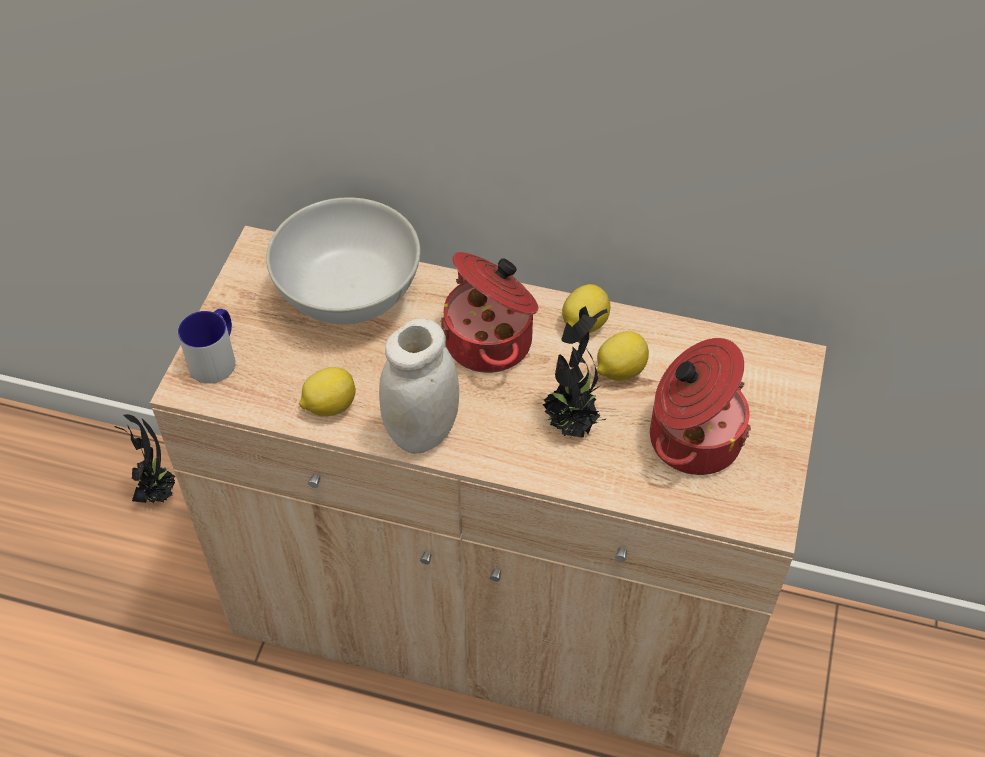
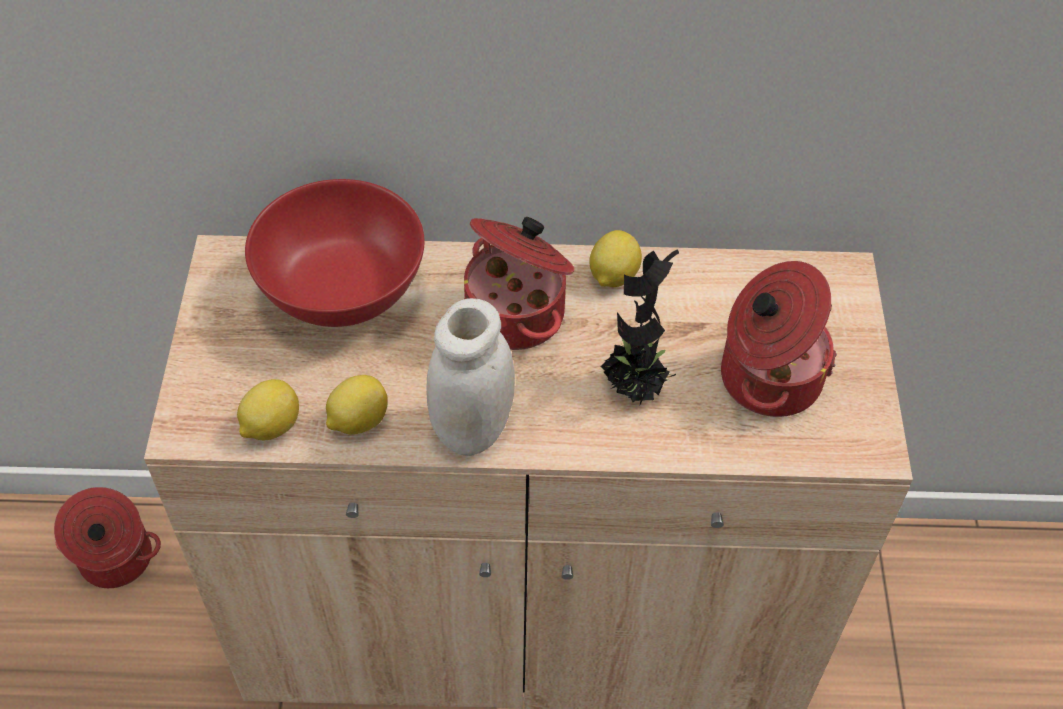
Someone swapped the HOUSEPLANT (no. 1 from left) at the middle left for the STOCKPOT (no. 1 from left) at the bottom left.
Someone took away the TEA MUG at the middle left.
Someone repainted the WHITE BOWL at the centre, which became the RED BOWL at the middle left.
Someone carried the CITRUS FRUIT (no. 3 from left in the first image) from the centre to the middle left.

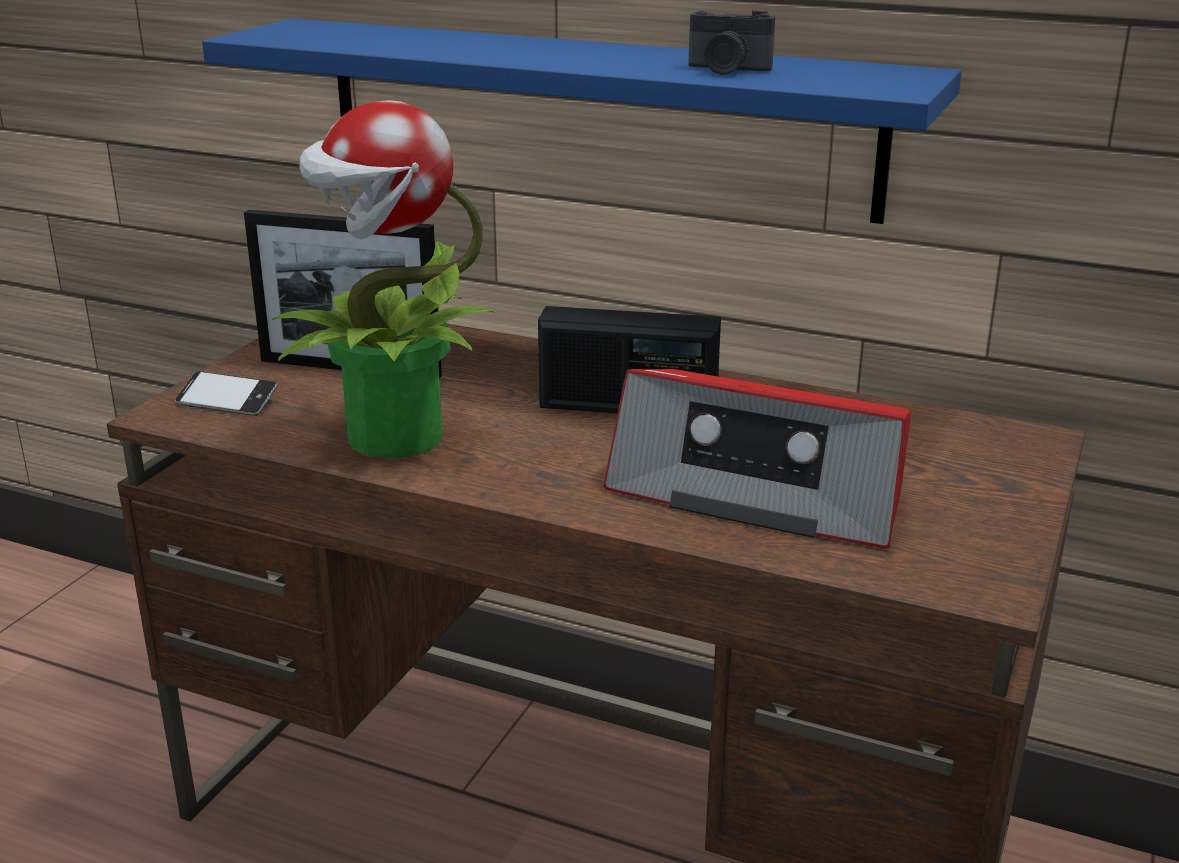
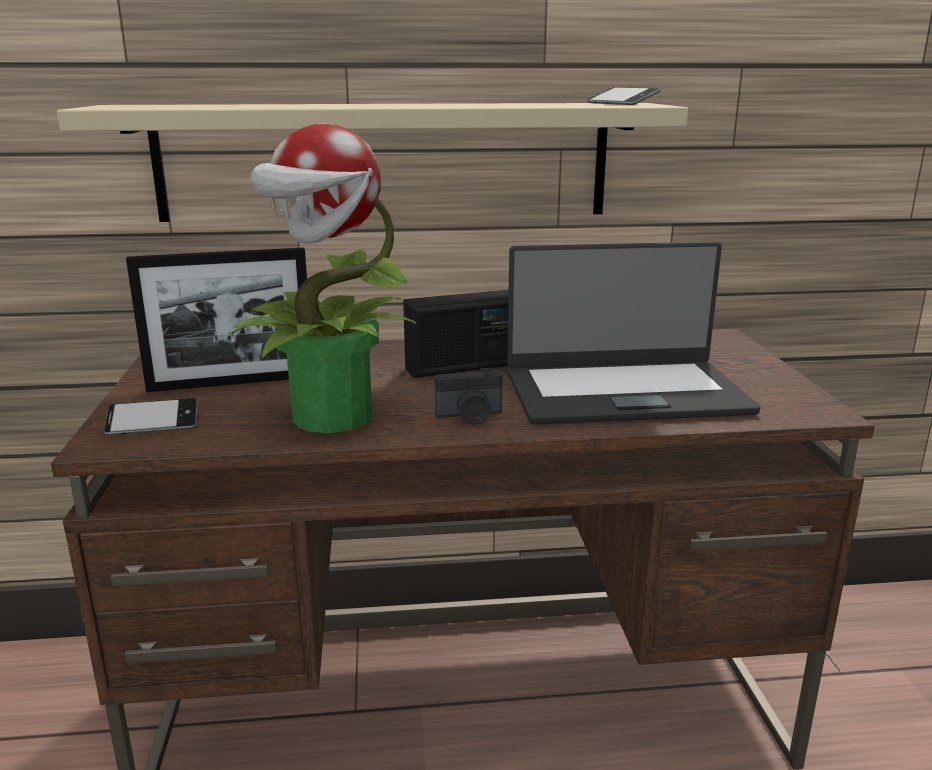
Someone repainted the BLUE-COLOURED BRACKET SHELF at the top centre, which became the SAND-COLOURED BRACKET SHELF at the top centre.
Someone swapped the RADIO SET (no. 2 from left) at the centre for the NOTEBOOK COMPUTER at the middle right.
Someone carried the PHOTO CAMERA from the top centre to the centre.
Someone put down the TELEPHONE (no. 2 from left) at the top right.

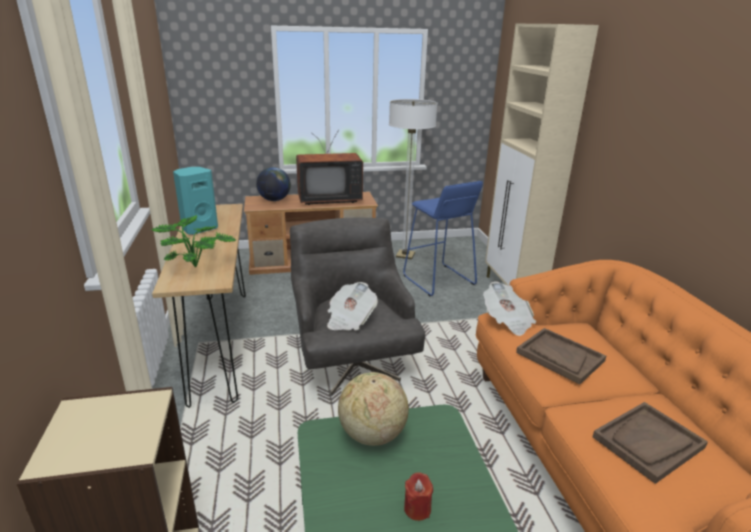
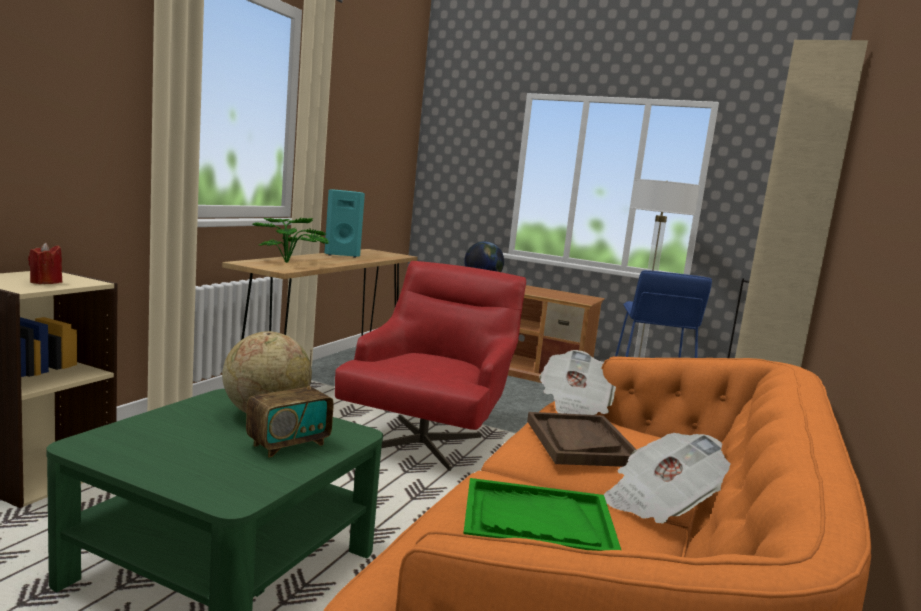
Someone repainted the GREYISH ARMCHAIR at the centre, which became the RED ARMCHAIR at the centre.
Someone took away the TV SET at the top centre.
Someone carried the NEWSPAPER (no. 1 from left in the first image) from the centre to the bottom right.
Someone carried the RED WAX CANDLE from the bottom centre to the middle left.
Someone repainted the BROWNISH CARRYING TRAY (no. 2 from left) at the bottom right, which became the GREENISH CARRYING TRAY at the bottom centre.
Someone put down the RADIO SET at the middle left.

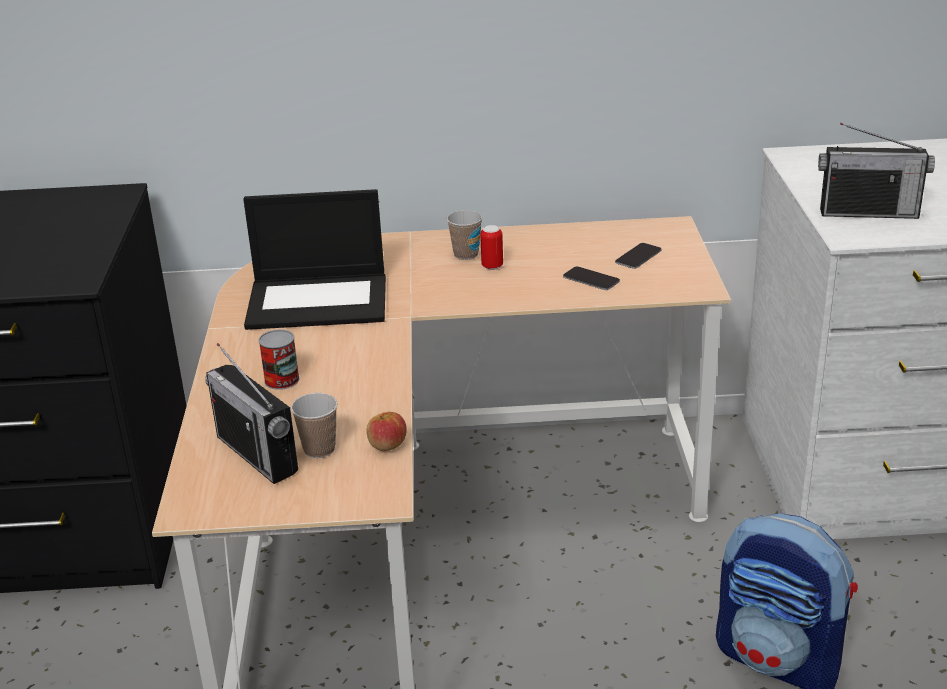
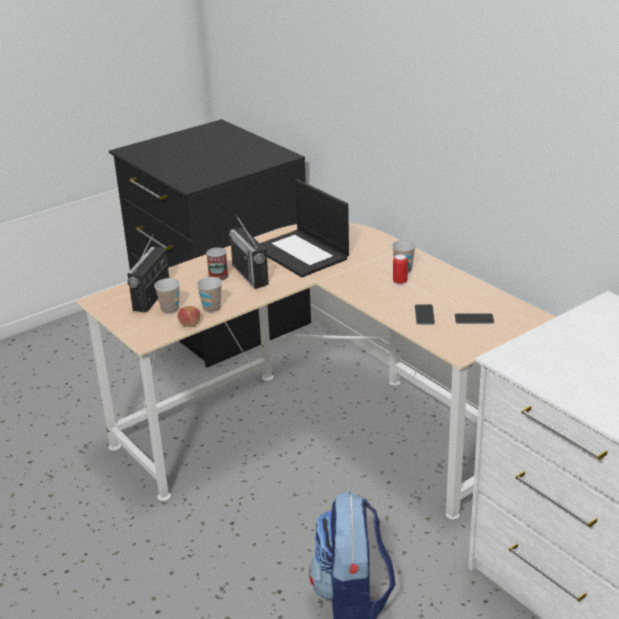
Someone carried the RADIO SET (no. 2 from left) from the top right to the centre.
Someone put down the CUP (no. 2 from left) at the centre.

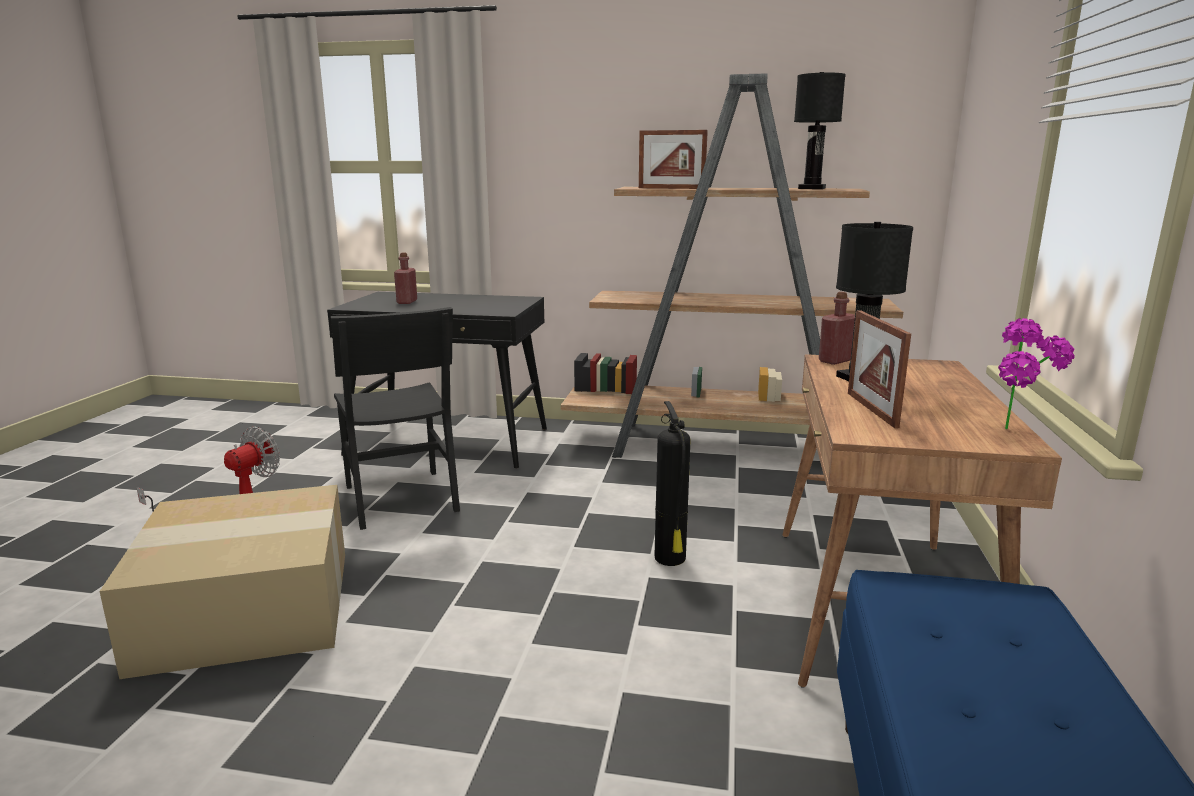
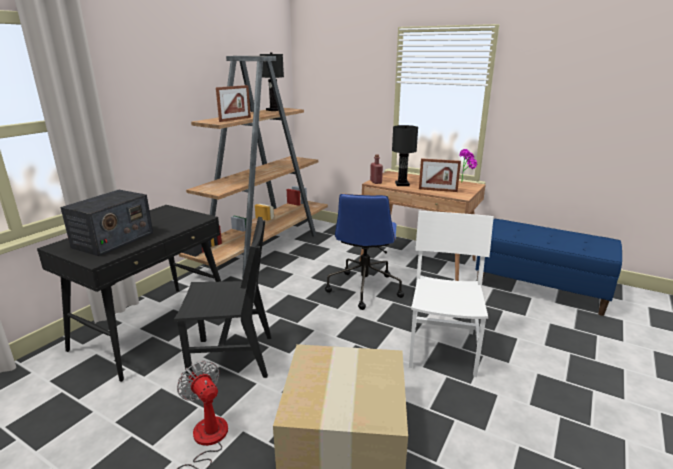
Someone swapped the RED BEVERAGE BOTTLE (no. 1 from left) at the centre for the RADIO SET at the middle left.
Someone swapped the FIRE-FIGHTING CYLINDER at the centre for the BLUE-COLOURED DESK CHAIR at the centre.
Someone put down the WHITE CHAIR at the middle right.

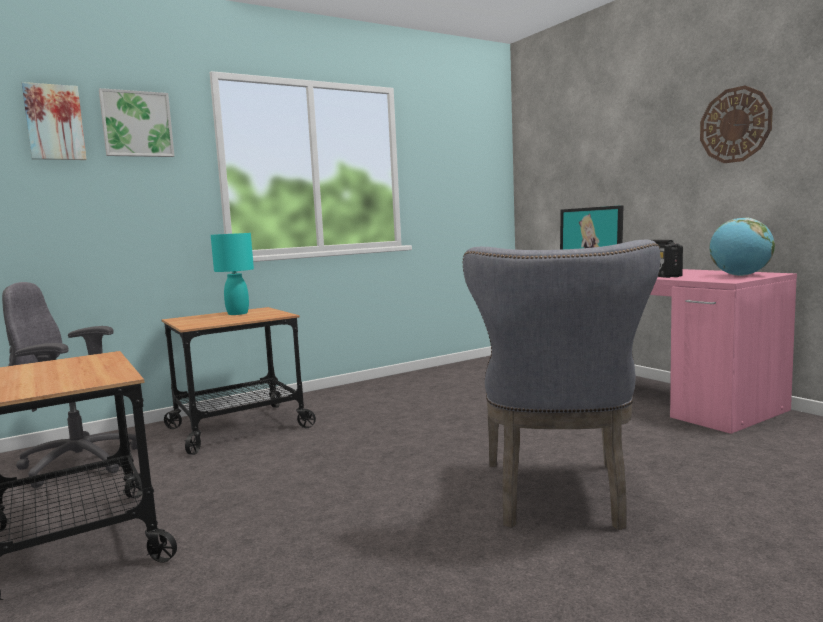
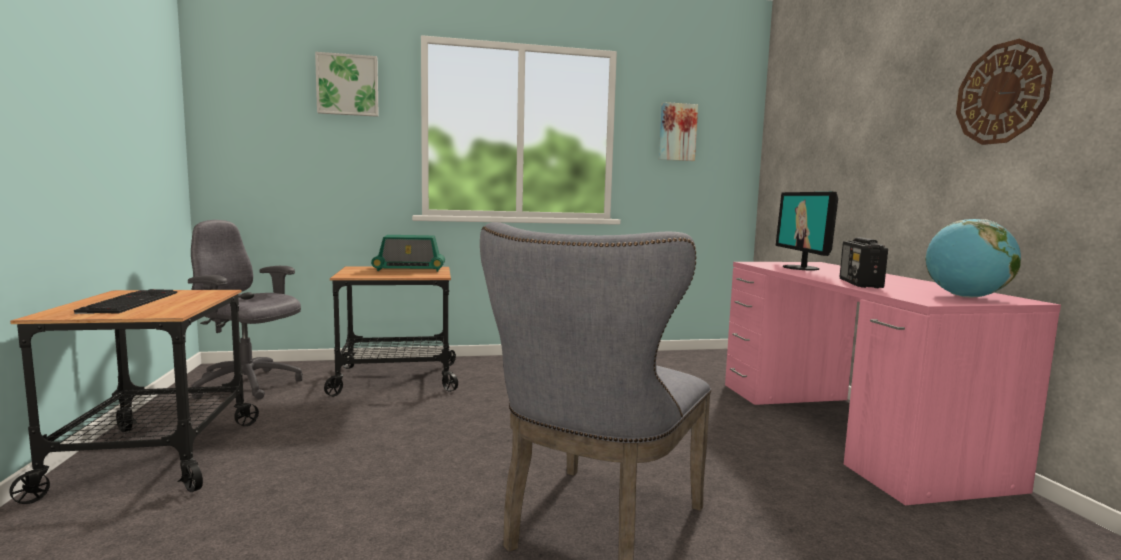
Someone carried the WALL PICTURE (no. 1 from left in the first image) from the top left to the top centre.
Someone swapped the BLUE-GREEN LAMP FOR A TABLE at the middle left for the RADIO SET (no. 1 from left) at the centre.
Someone put down the KEYBOARD at the middle left.

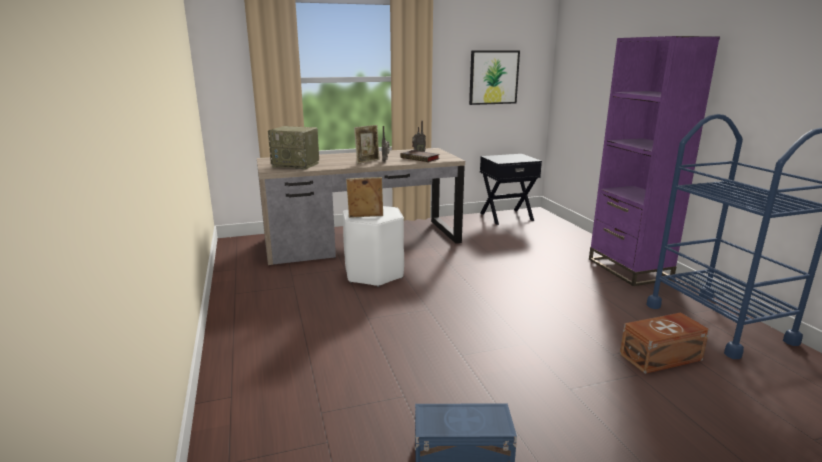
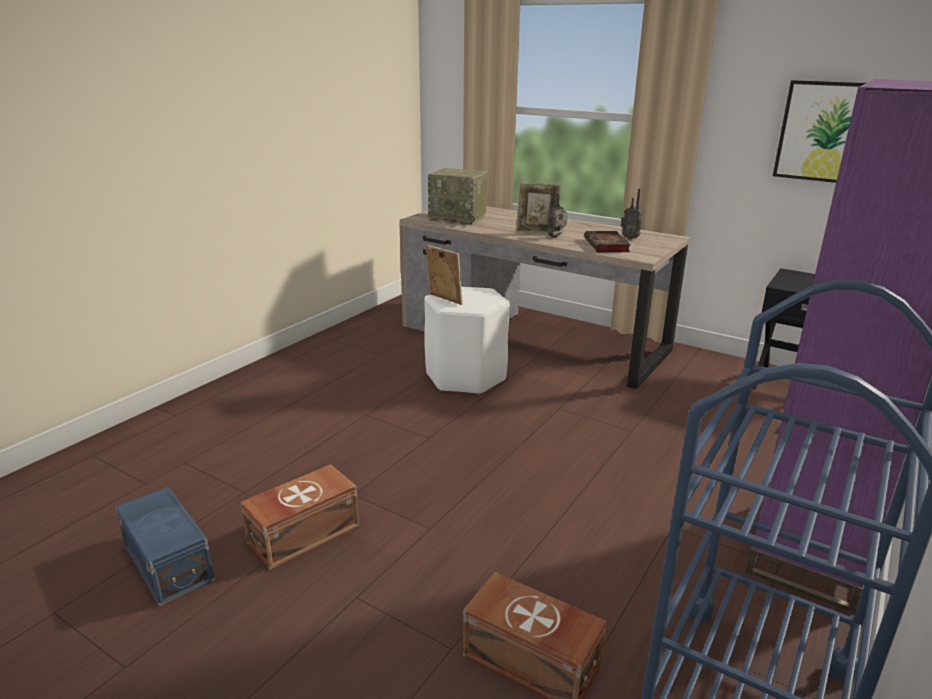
Someone rotated the RADIO SET (no. 1 from left) at the top centre by 45 degrees counterclockwise.
Someone put down the BROWNISH STORAGE BOX (no. 1 from left) at the bottom left.

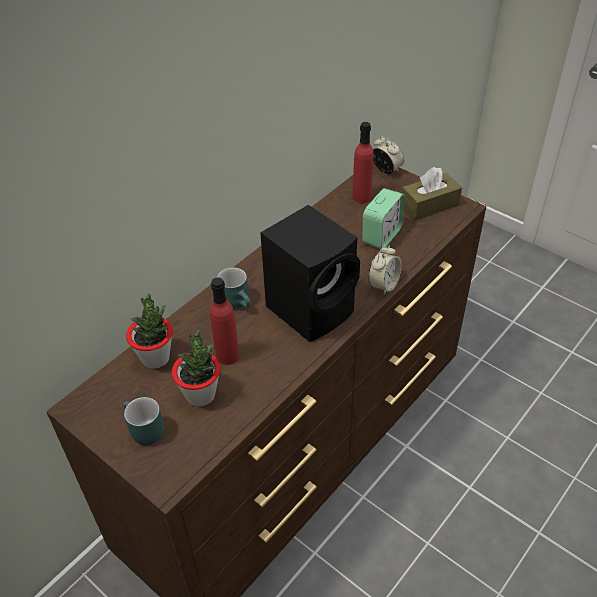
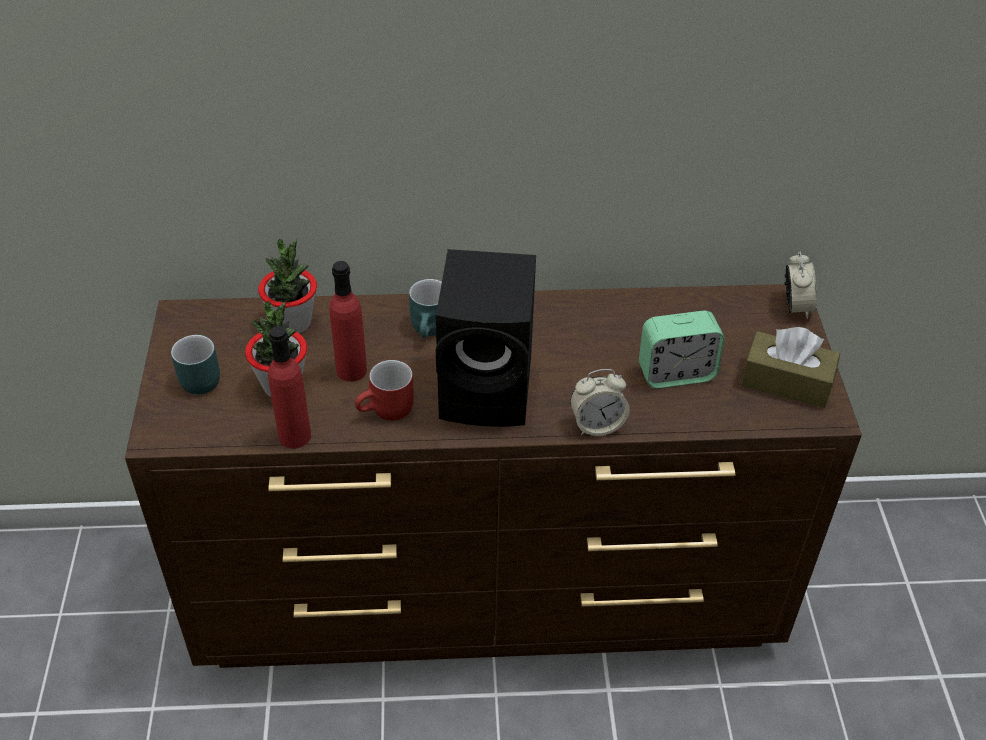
Someone carried the RED BEVERAGE BOTTLE (no. 2 from left in the first image) from the top centre to the middle left.
Someone put down the RED TEA MUG at the centre.

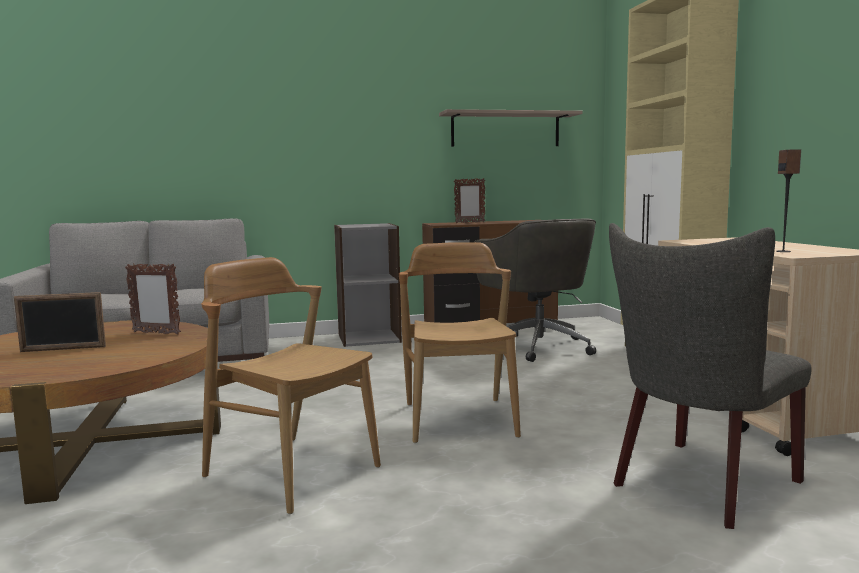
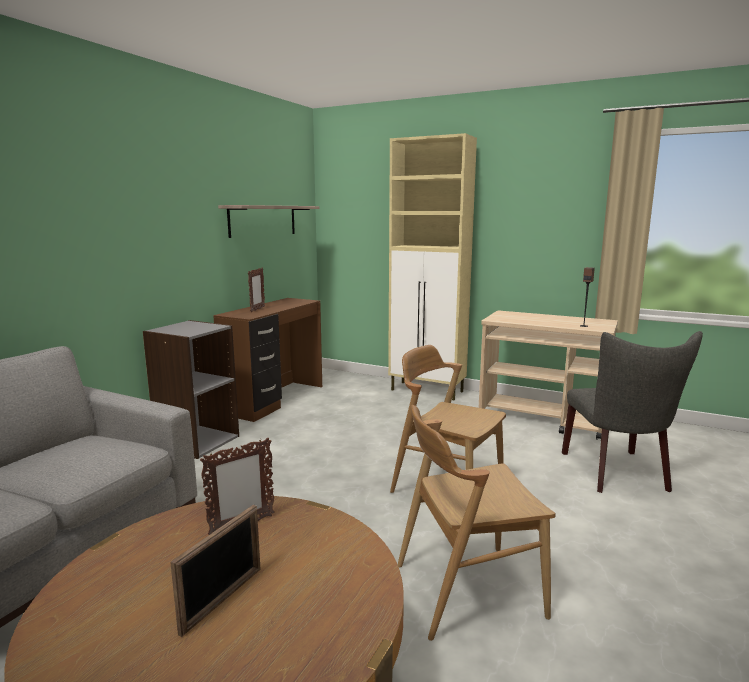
Someone took away the GREYISH DESK CHAIR at the centre.

